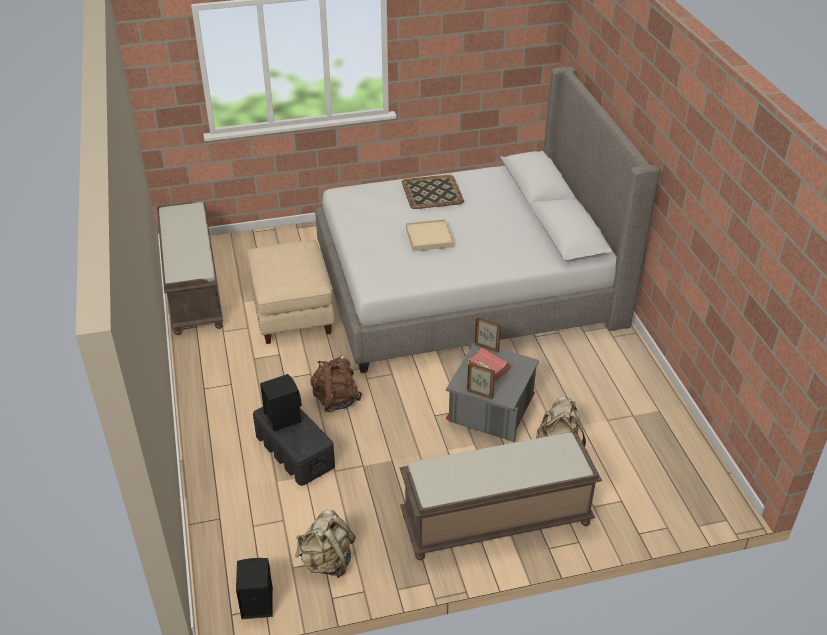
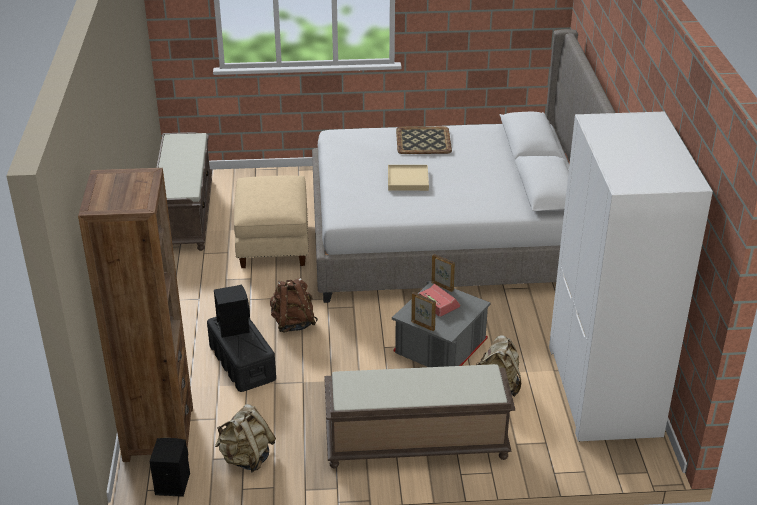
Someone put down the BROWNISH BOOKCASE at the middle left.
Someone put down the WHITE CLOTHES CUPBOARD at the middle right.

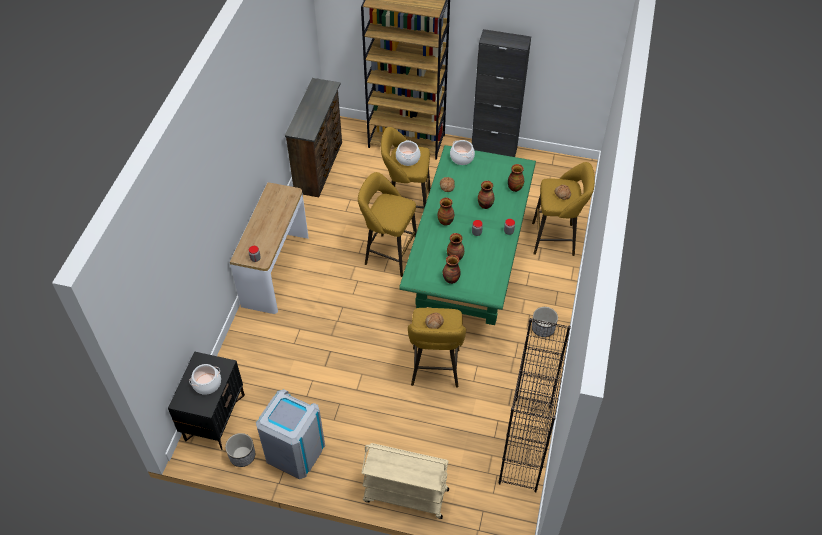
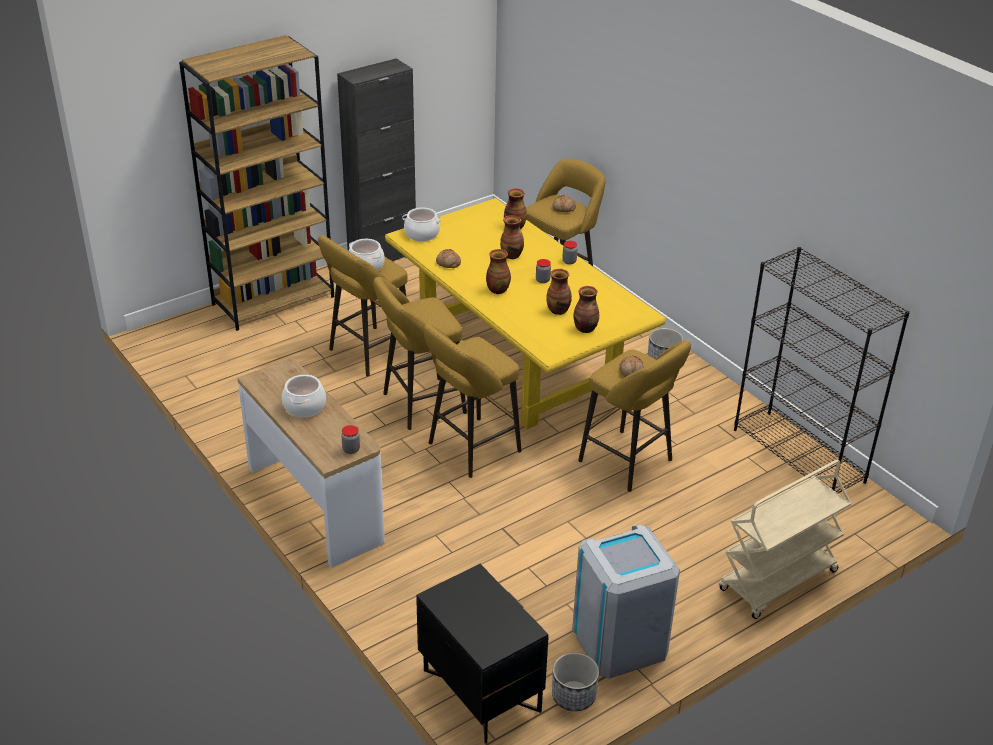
Someone carried the STOCKPOT (no. 1 from left) from the bottom left to the middle left.
Someone took away the BROWNISH CHEST OF DRAWERS at the top centre.
Someone repainted the GREENISH KITCHEN TABLE at the centre, which became the YELLOW-COLOURED KITCHEN TABLE at the centre.
Someone put down the YELLOW-COLOURED STOOL (no. 3 from left) at the centre.

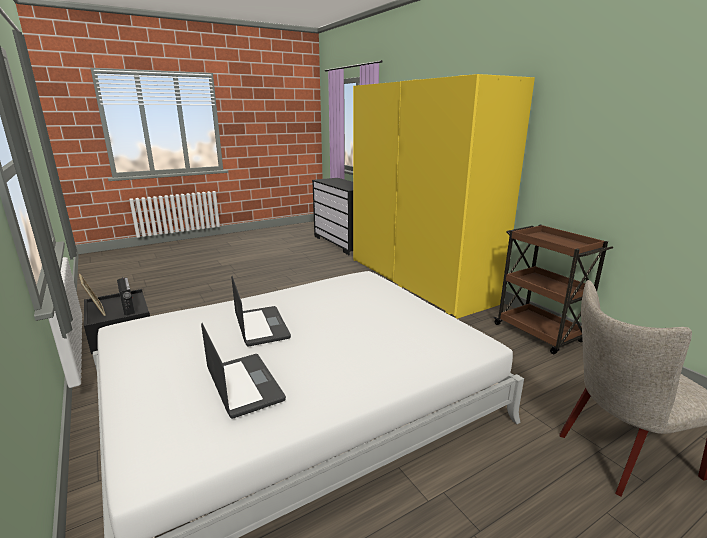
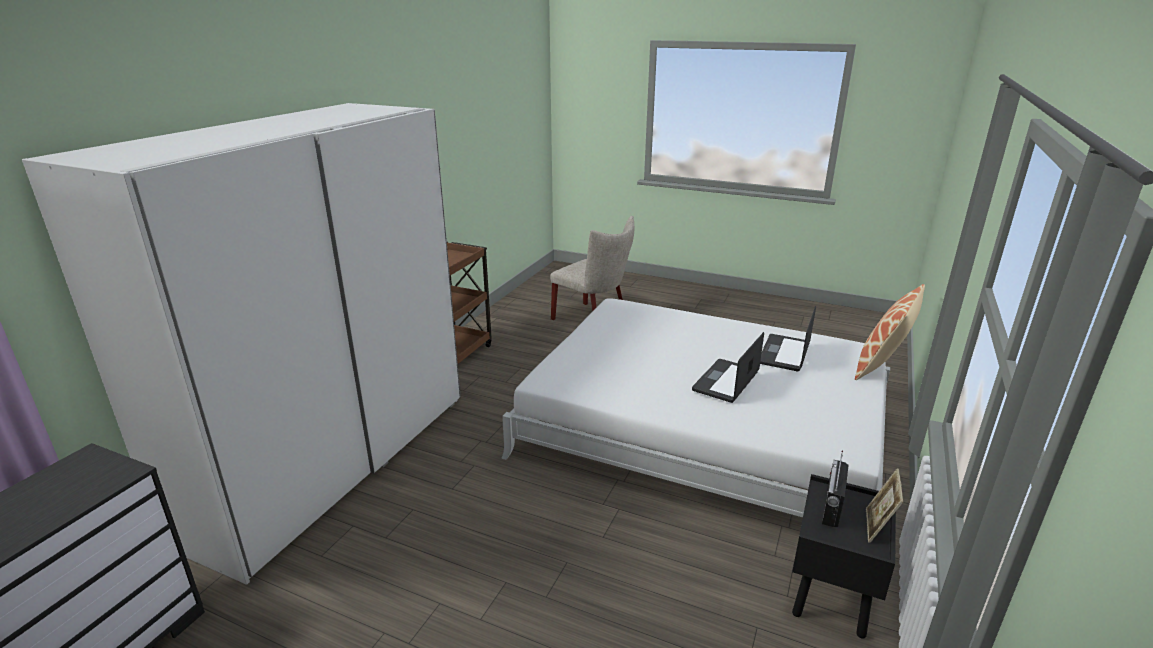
Someone repainted the YELLOW-COLOURED CLOTHES CUPBOARD at the centre, which became the WHITE CLOTHES CUPBOARD at the middle left.
Someone put down the CUSHION at the middle right.

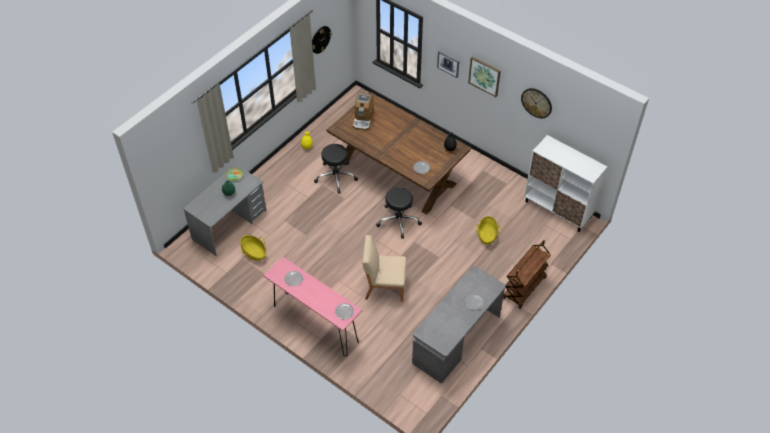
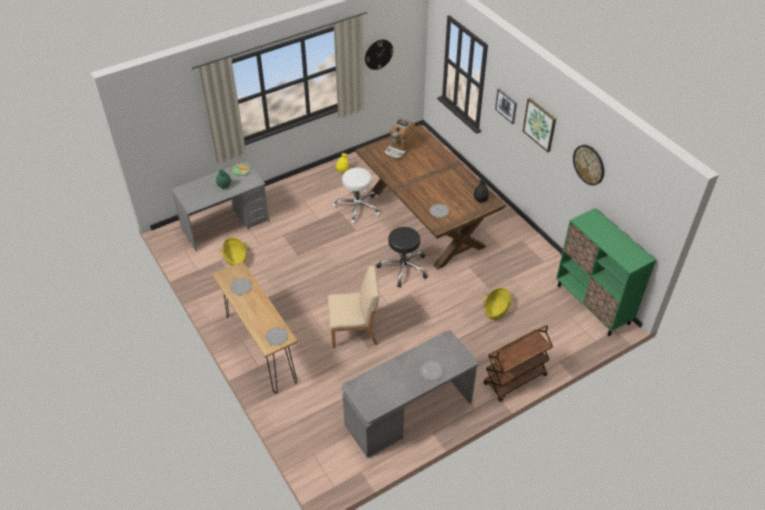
Someone repainted the PINK-COLOURED NARROW TABLE at the bottom centre, which became the BROWNISH NARROW TABLE at the centre.
Someone repainted the BLACKISH STOOL (no. 1 from left) at the centre, which became the WHITE STOOL at the centre.
Someone rotated the SAND-COLOURED CHAIR at the centre by 150 degrees clockwise.
Someone repainted the WHITE CUPBOARD at the middle right, which became the GREENISH CUPBOARD at the middle right.

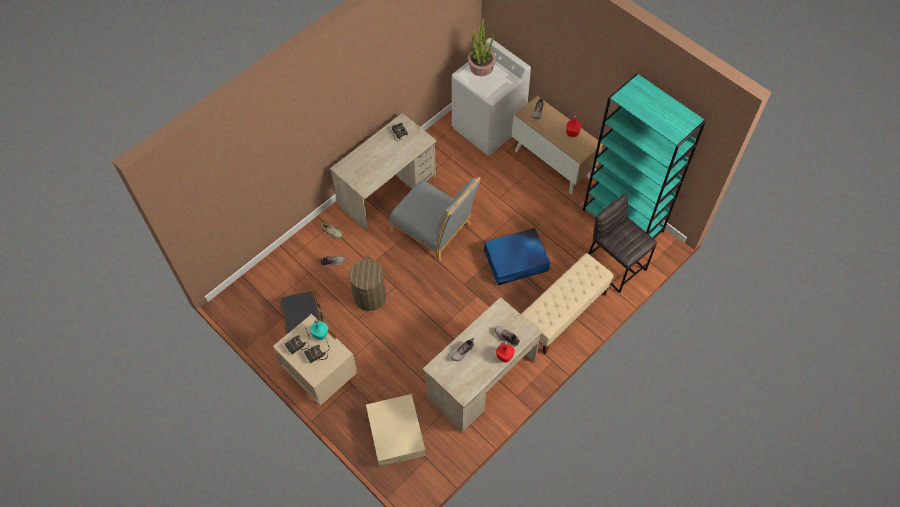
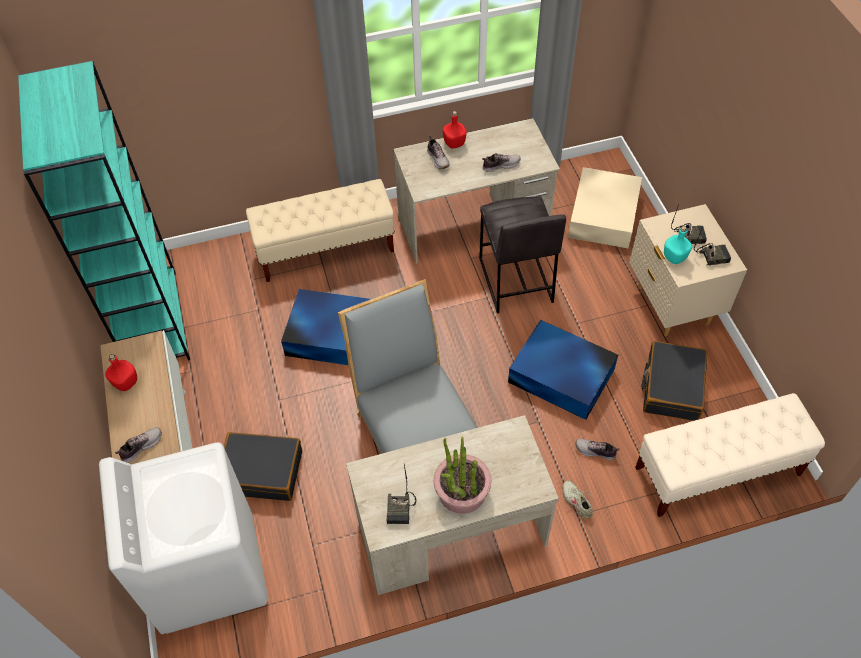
Someone swapped the HAMPER at the centre for the BLUE-COLOURED STORAGE BOX (no. 2 from left) at the centre.
Someone carried the HOUSEPLANT from the top centre to the bottom centre.
Someone carried the GREYISH STOOL from the middle right to the centre.
Someone put down the BLACKISH PIECE OF LUGGAGE (no. 1 from left) at the bottom left.
Someone put down the SAND-COLOURED INDOOR BENCH (no. 2 from left) at the bottom right.

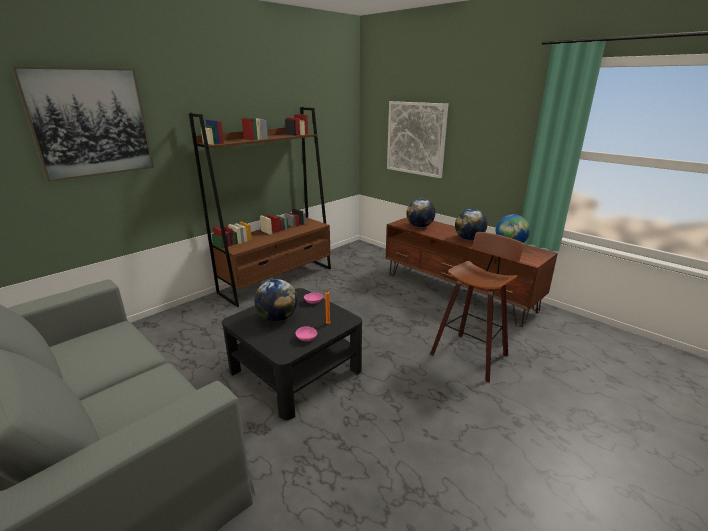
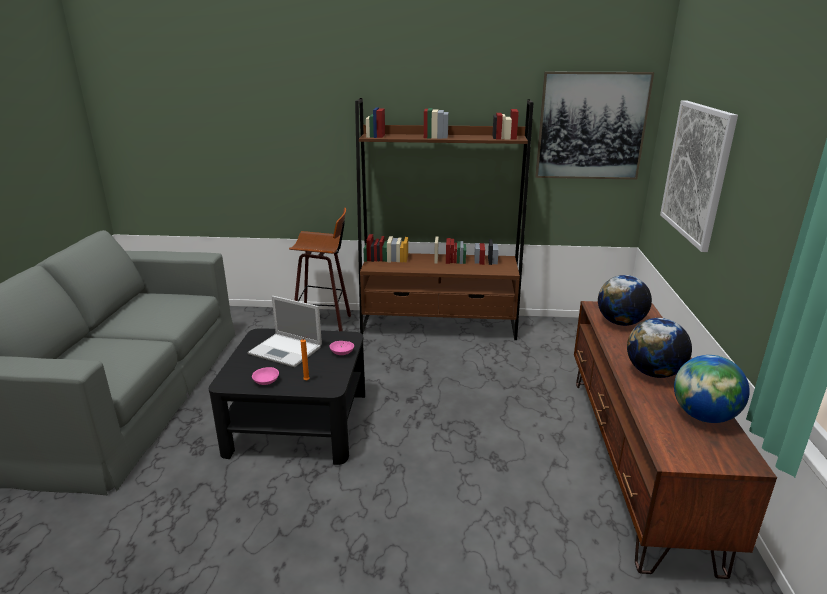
Someone carried the WALL PICTURE (no. 1 from left) from the top left to the top right.
Someone swapped the DESK GLOBE (no. 1 from left) at the centre for the NOTEBOOK COMPUTER at the centre.
Someone carried the STOOL from the middle right to the centre.

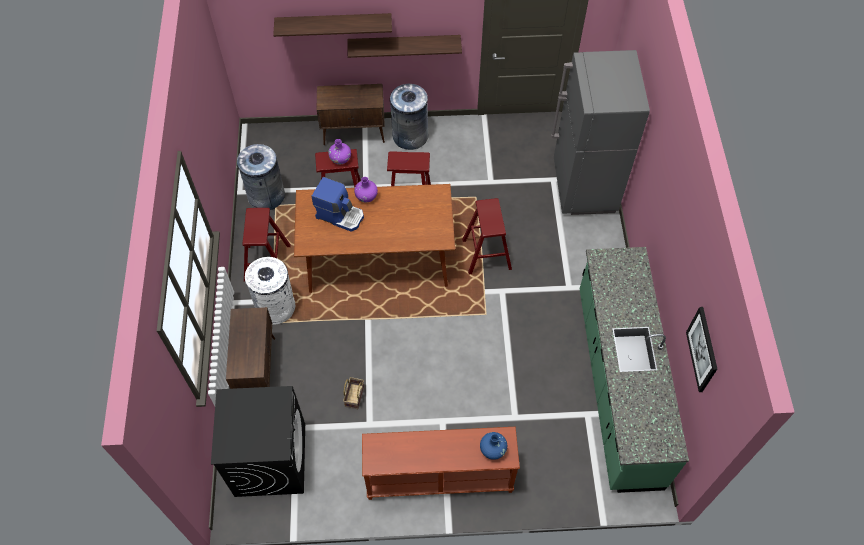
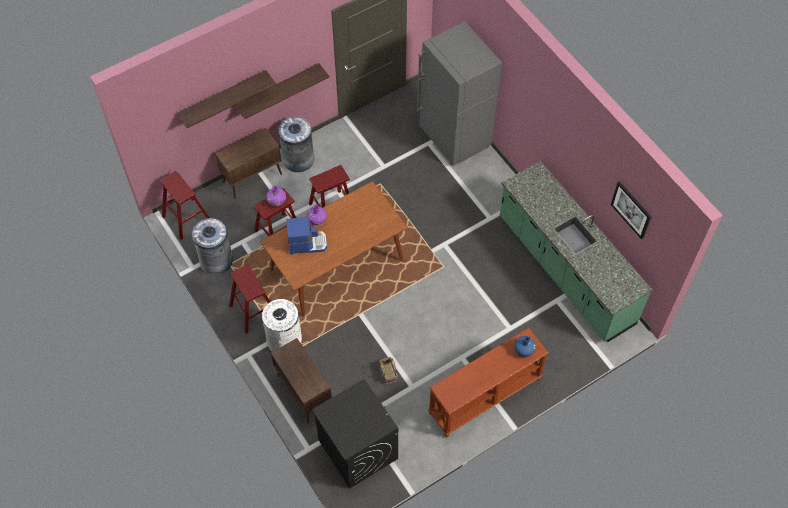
Someone carried the RED STOOL (no. 4 from left in the first image) from the centre to the middle left.

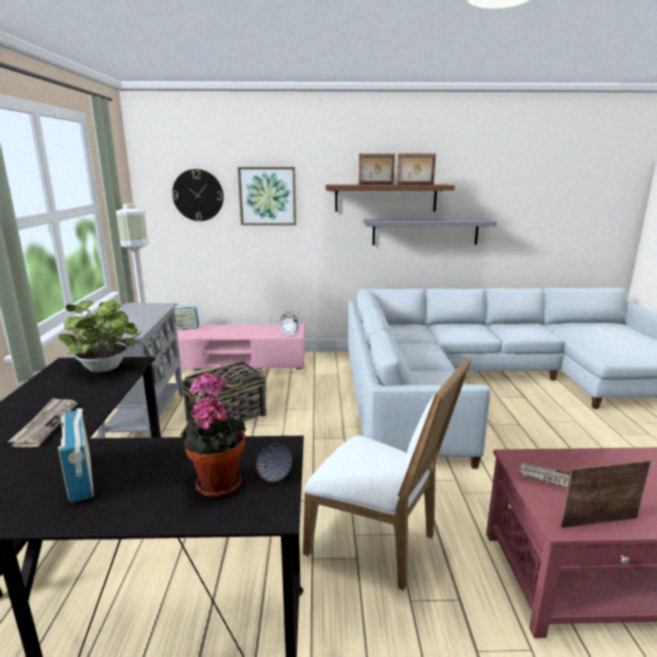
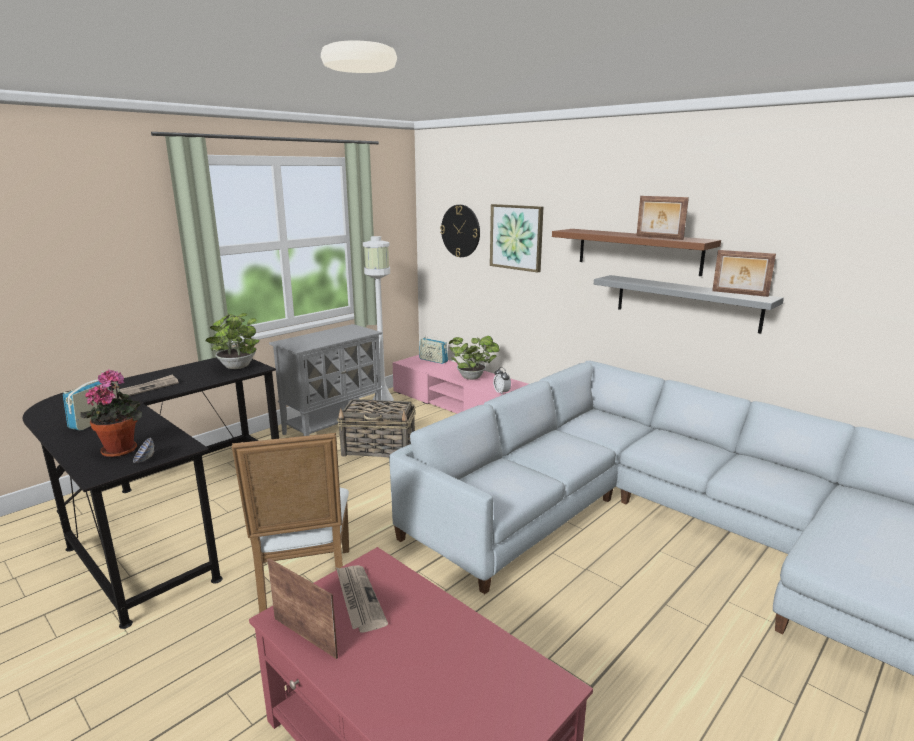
Someone carried the PICTURE FRAME (no. 1 from left in the first image) from the top centre to the middle right.
Someone put down the HOUSEPLANT (no. 3 from left) at the centre.

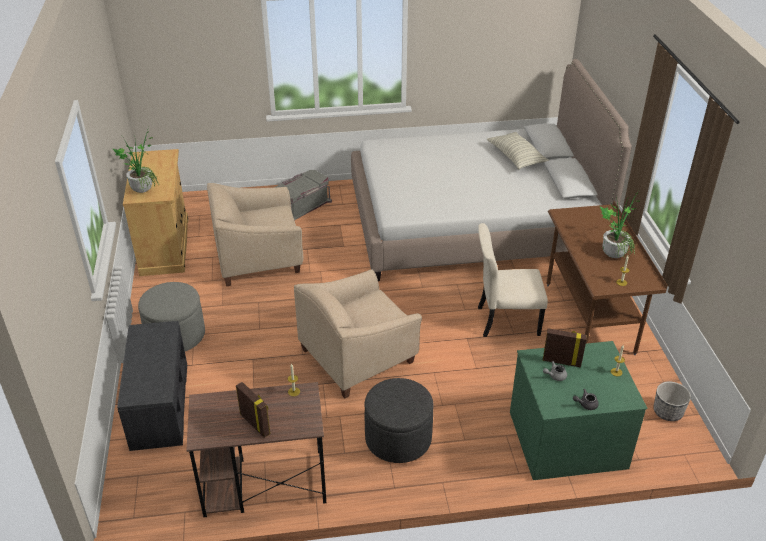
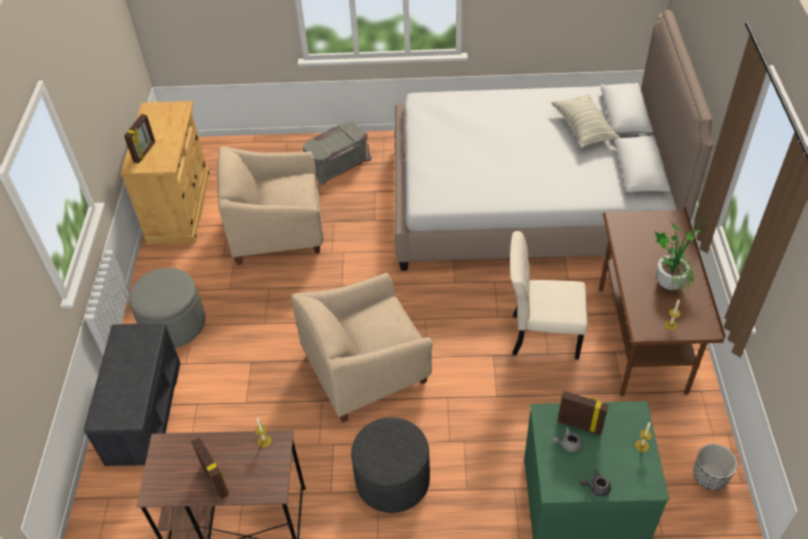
Someone swapped the HOUSEPLANT (no. 1 from left) at the top left for the PICTURE FRAME (no. 1 from left) at the top left.

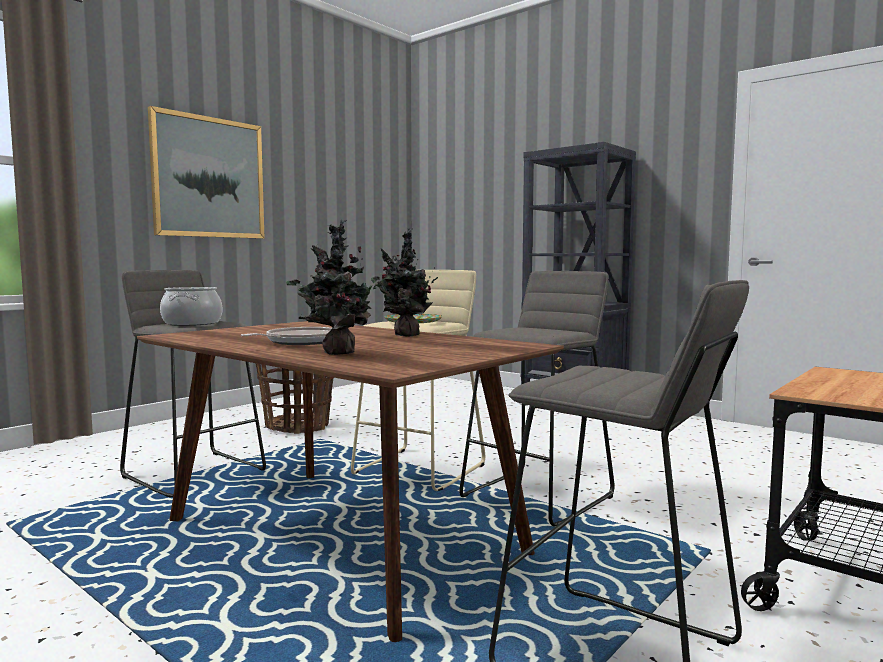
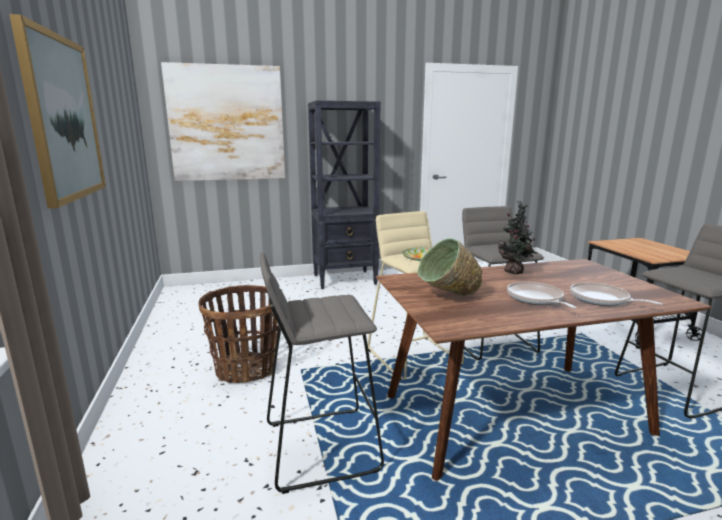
Someone took away the STOCKPOT at the middle left.
Someone swapped the HOUSEPLANT (no. 1 from left) at the centre for the FRYING PAN (no. 2 from left) at the middle right.
Someone put up the WALL PICTURE (no. 2 from left) at the top left.
Someone put down the GREENISH BOWL at the centre.

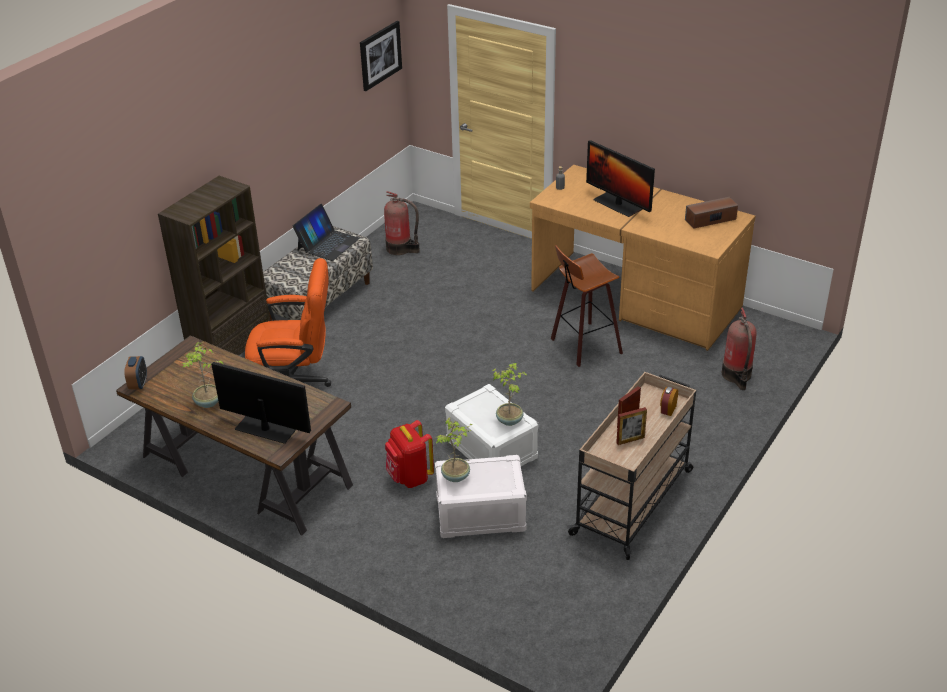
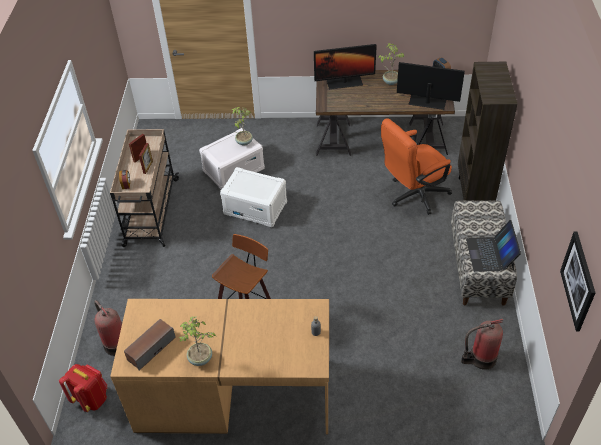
Someone carried the RED RUCKSACK from the centre to the bottom left.
Someone carried the HOUSEPLANT (no. 3 from left in the first image) from the centre to the bottom left.
Someone carried the COMPUTER DISPLAY (no. 2 from left) from the top centre to the top right.

